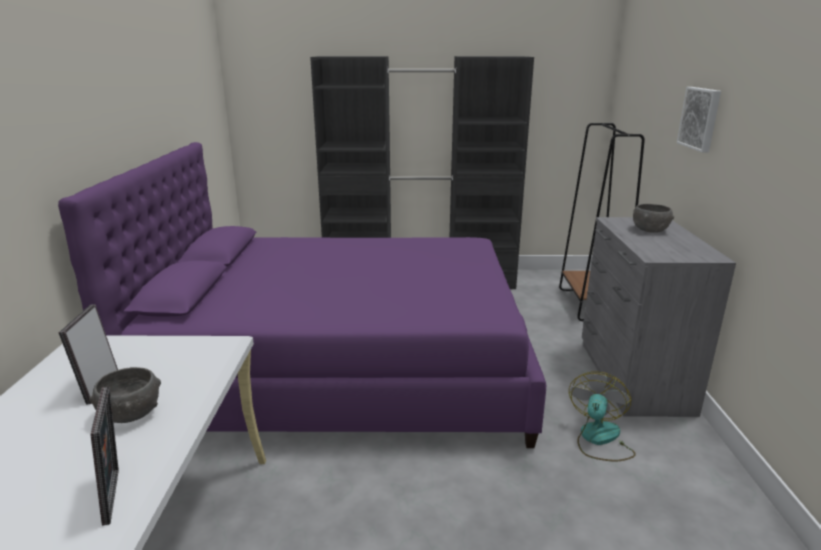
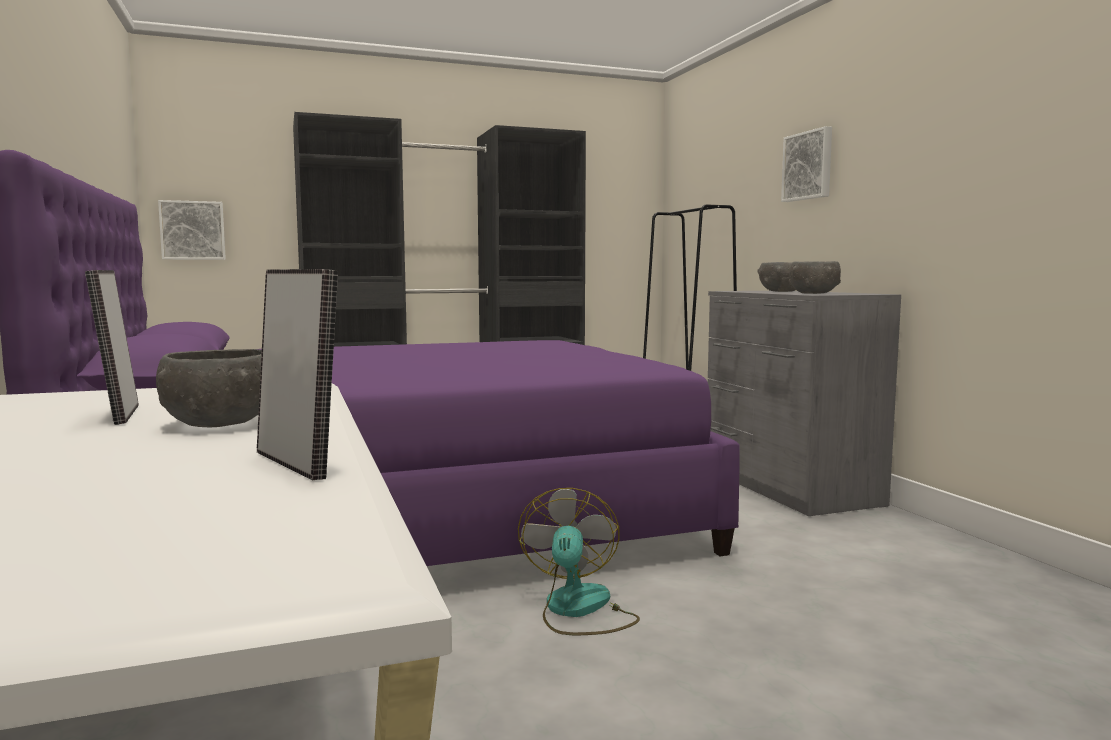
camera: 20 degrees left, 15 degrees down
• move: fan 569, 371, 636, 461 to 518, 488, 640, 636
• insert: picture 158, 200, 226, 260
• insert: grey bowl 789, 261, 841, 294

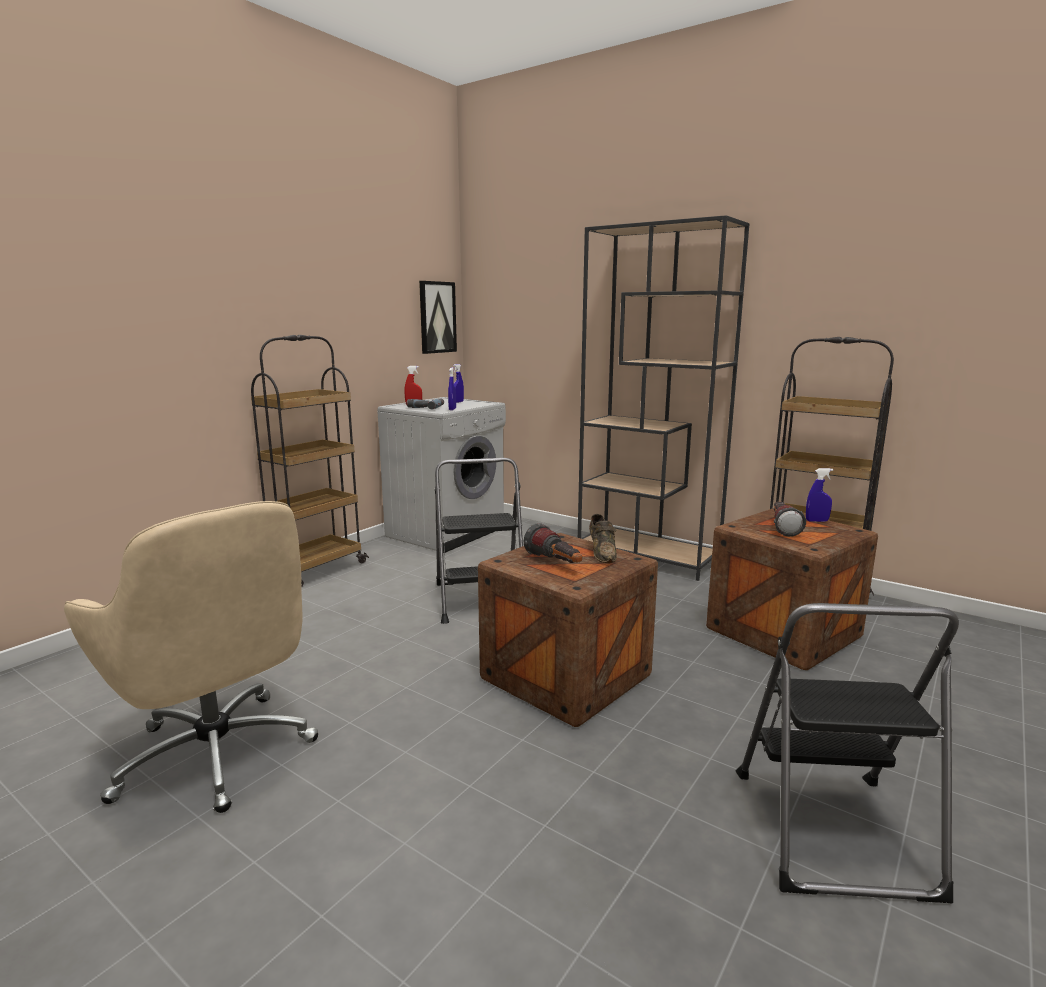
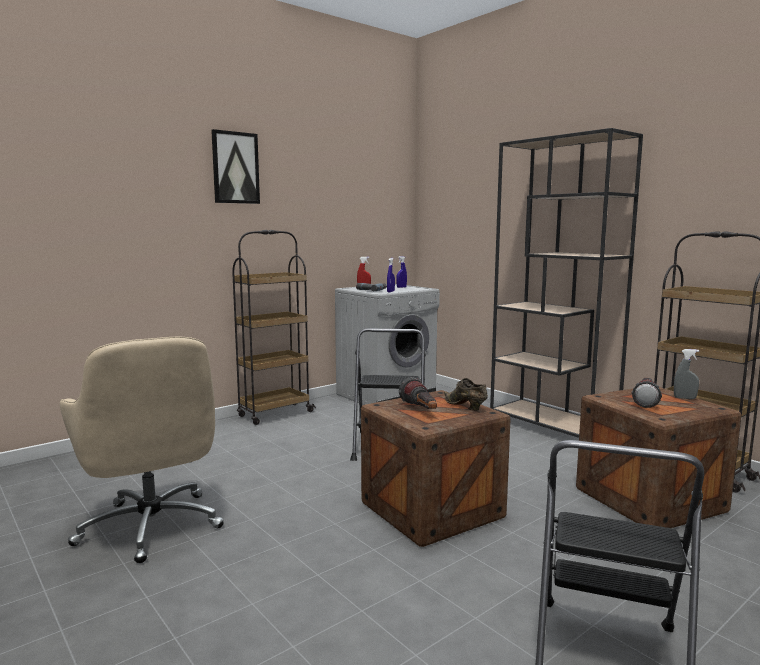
camera: 15 degrees right, 5 degrees down
• move: picture 419, 281, 457, 354 to 211, 129, 260, 204
• rotate: brown shoe 589, 514, 617, 563 = 444, 378, 488, 411 135 degrees clockwise
• recolor: blue spray bottle 806, 468, 833, 522 to grey spray bottle 674, 349, 699, 399

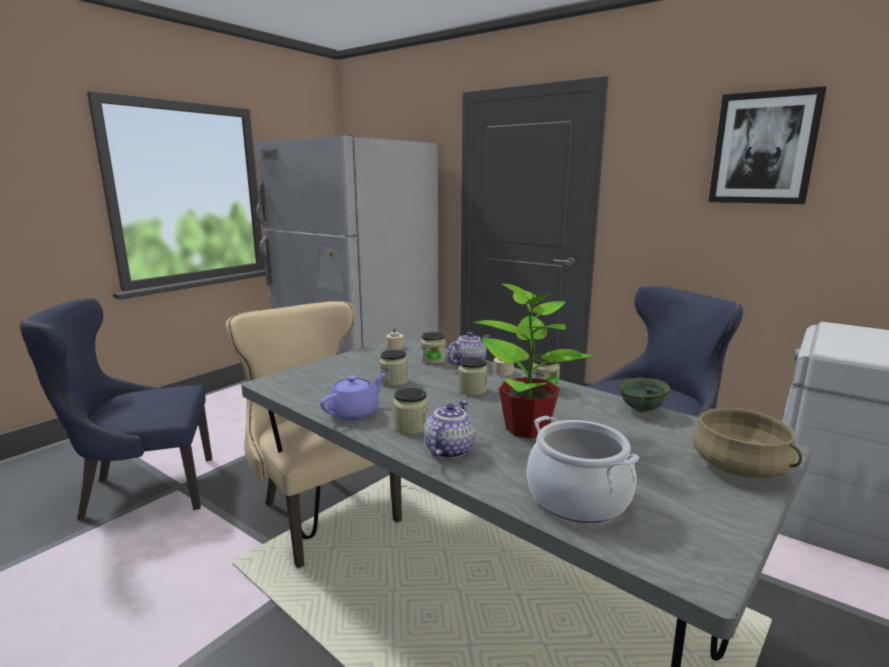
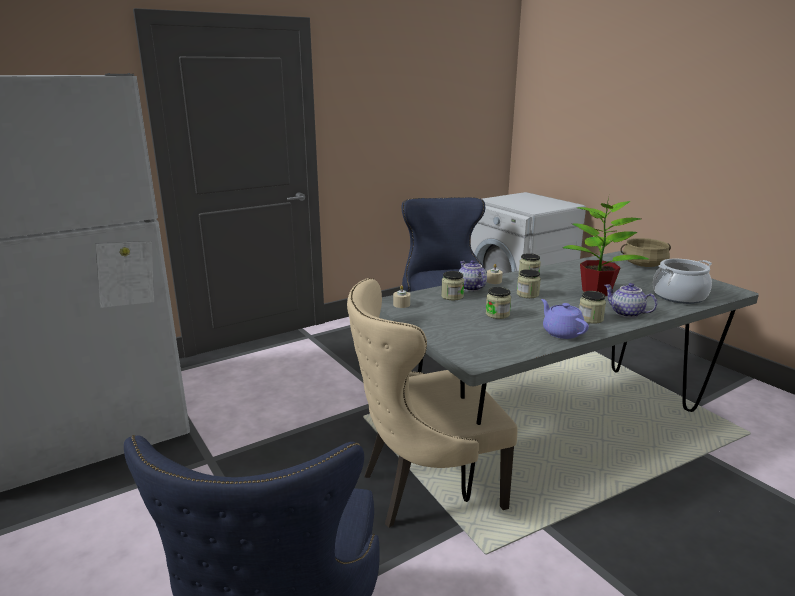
camera: 70 degrees left, 5 degrees up
• delete: green bowl 618, 378, 670, 413
• delete: picture 708, 86, 826, 204

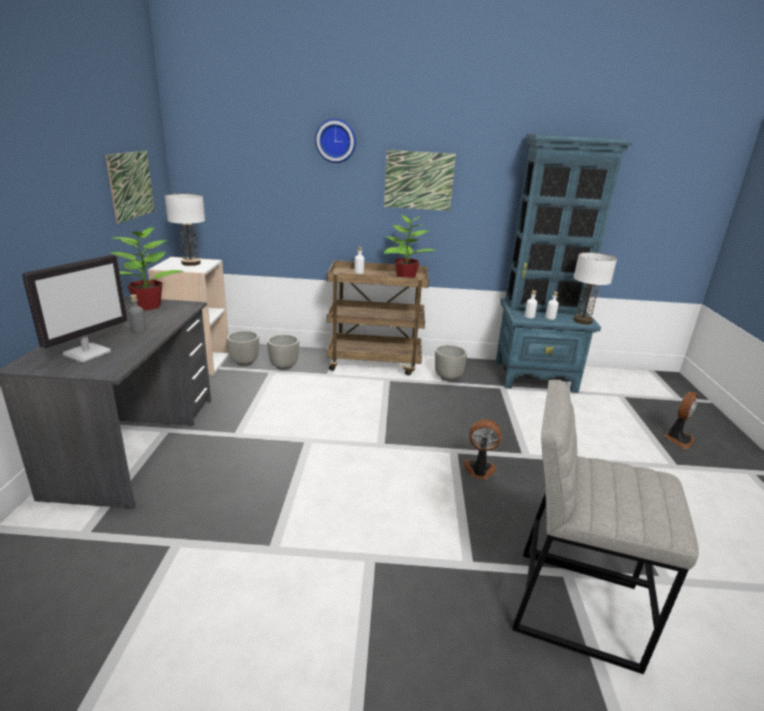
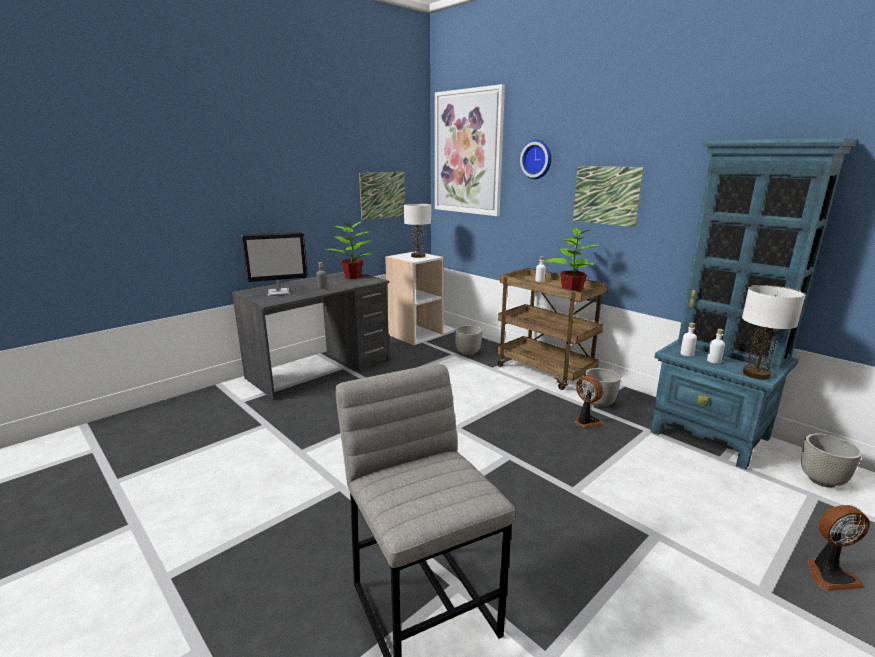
camera: 45 degrees right, 5 degrees down
• move: grey planter 227, 331, 259, 366 to 801, 433, 862, 488
• move: fan 463, 419, 501, 480 to 574, 375, 604, 427
• insert: picture 435, 84, 505, 216

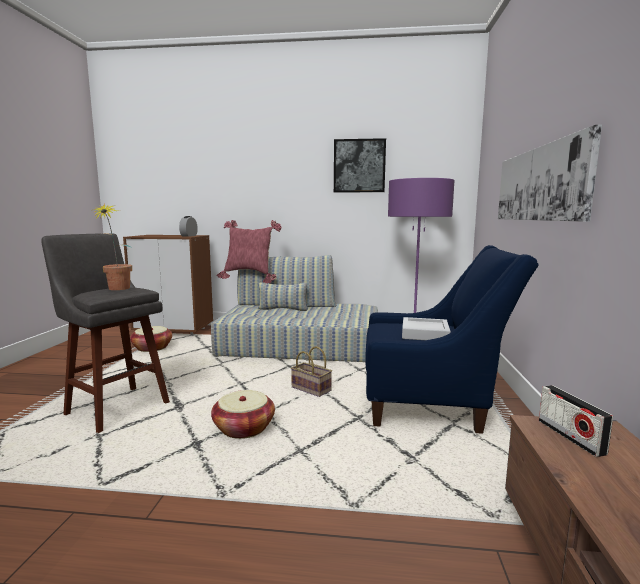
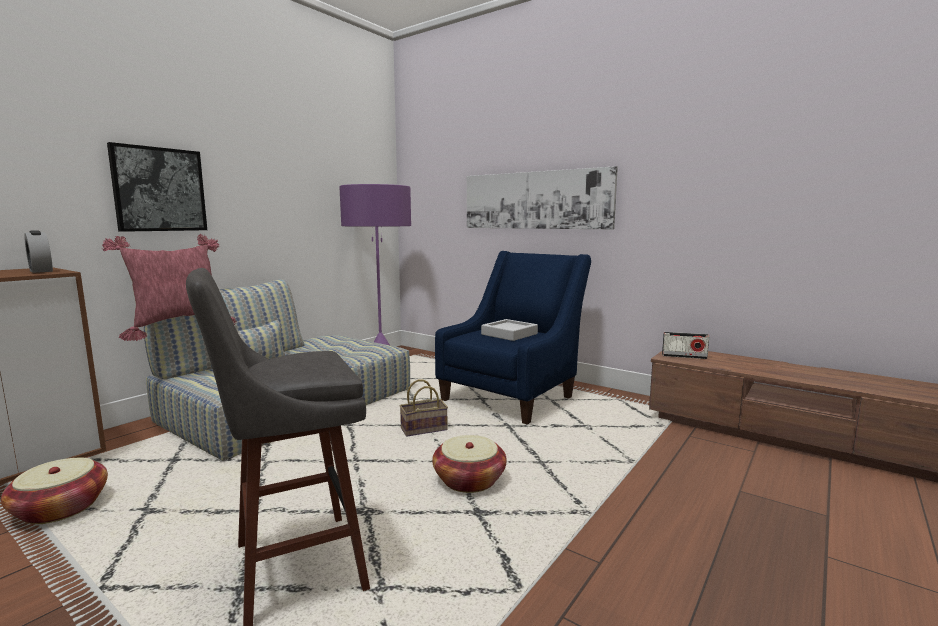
camera: 60 degrees left, 0 degrees up
• delete: potted plant 93, 203, 133, 290
• move: picture 334, 138, 386, 192 to 107, 142, 207, 232

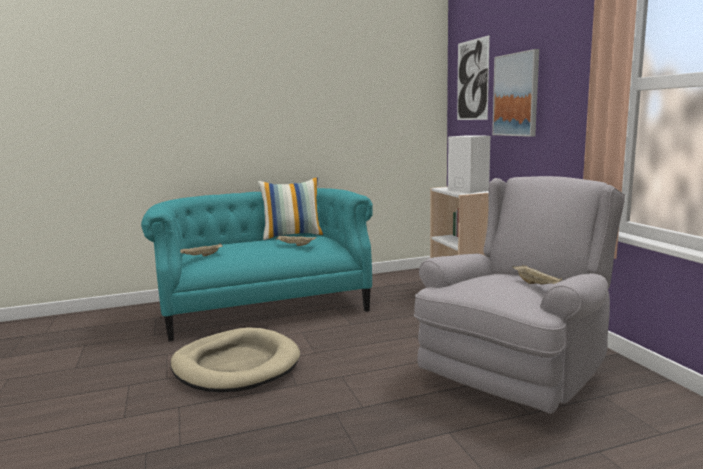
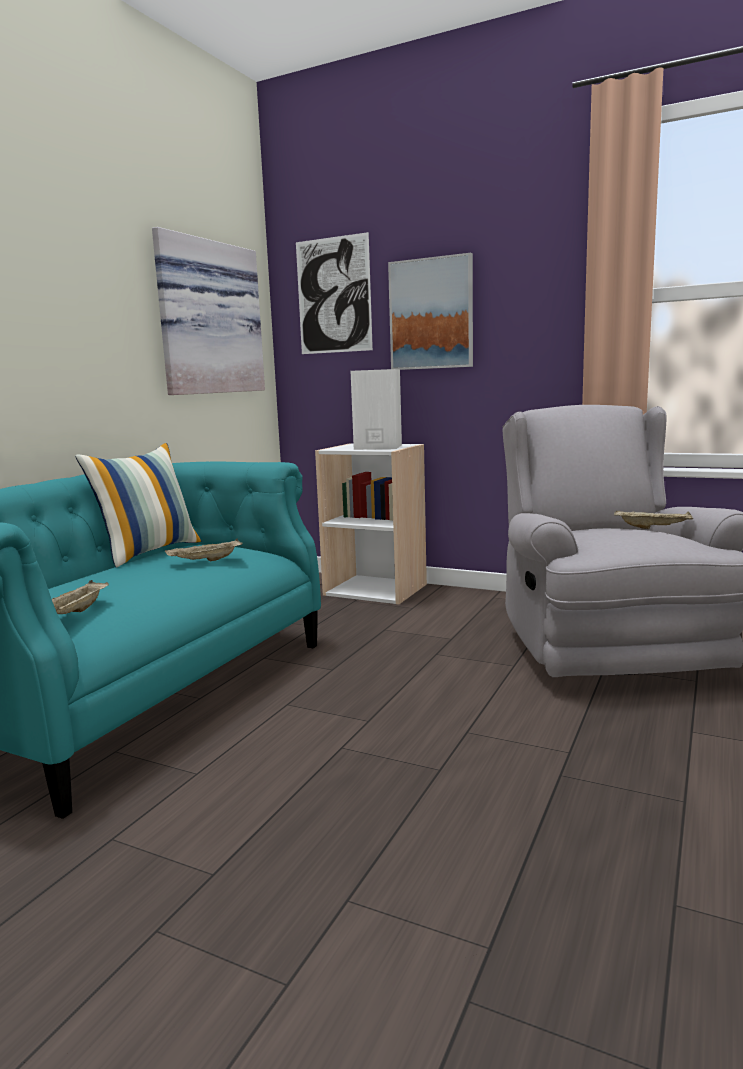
camera: 45 degrees left, 0 degrees up
• delete: beige dog bed 171, 327, 300, 392
• insert: picture 152, 227, 265, 395

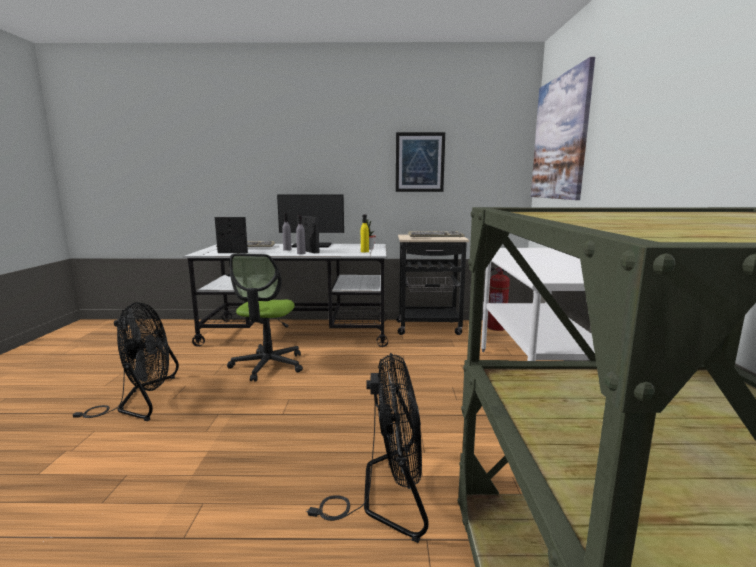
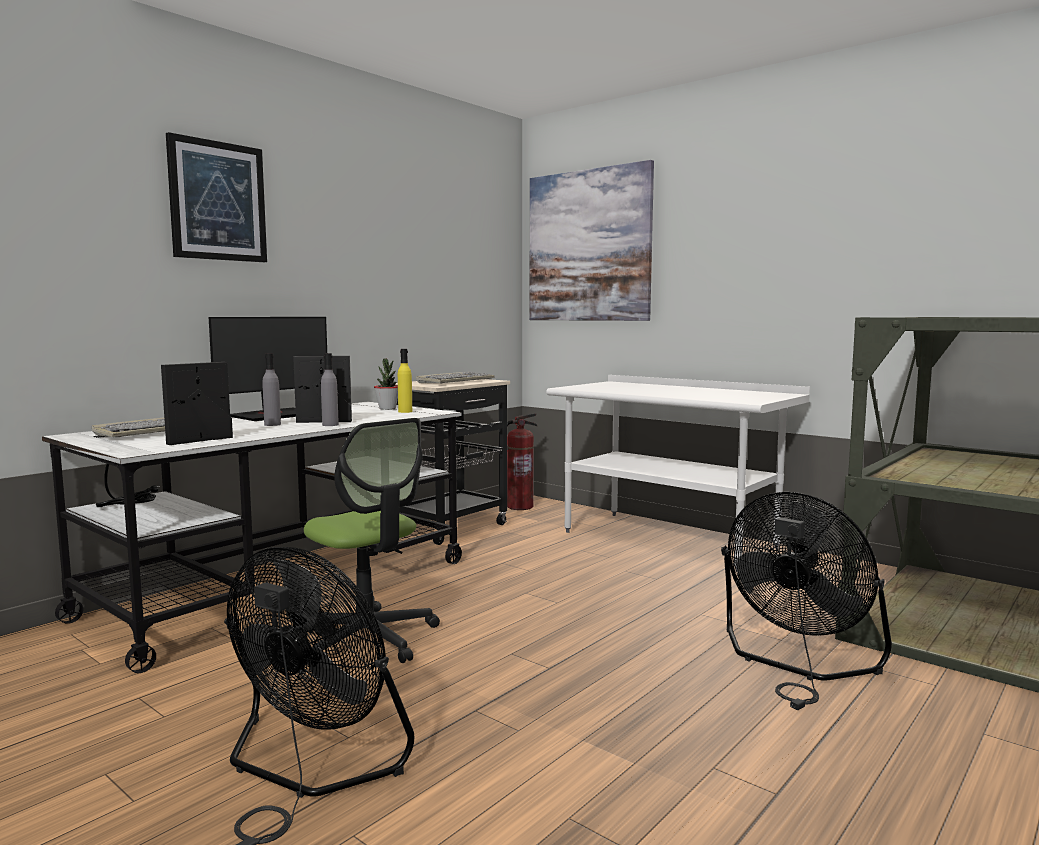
camera: 50 degrees left, 5 degrees down
• move: picture 396, 132, 445, 192 to 166, 132, 267, 262

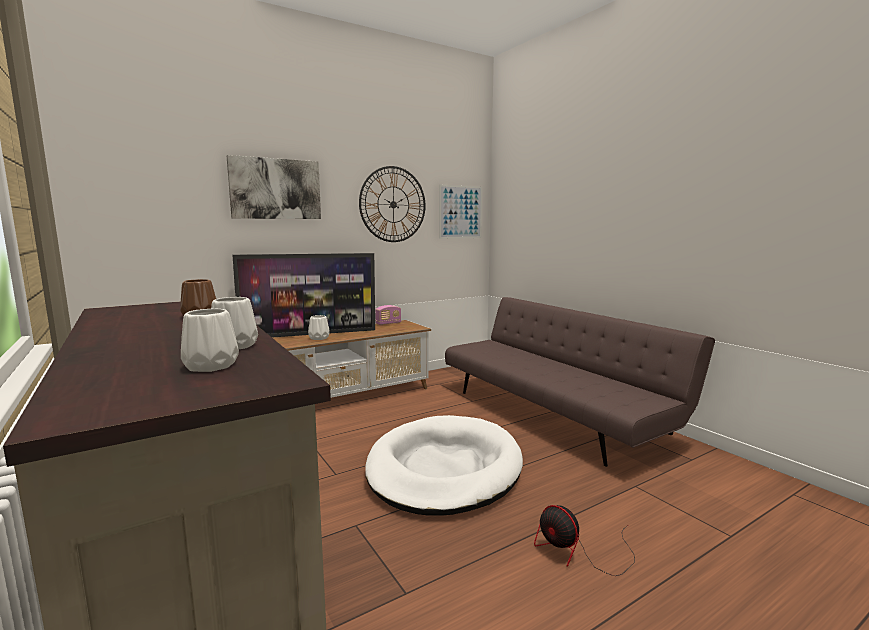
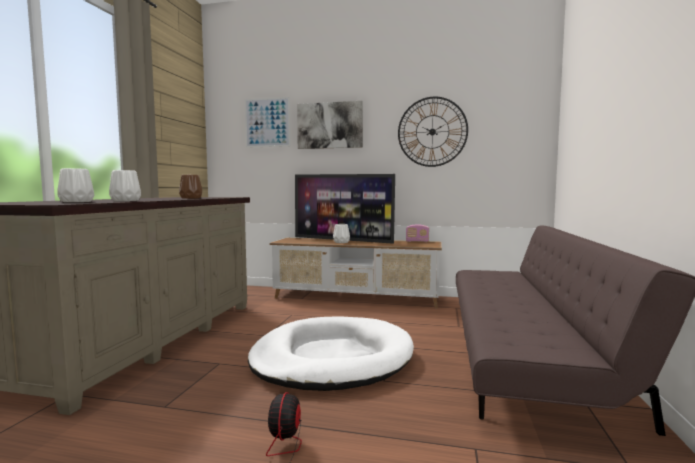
camera: 45 degrees right, 5 degrees down
• move: picture 439, 185, 482, 239 to 245, 97, 290, 148

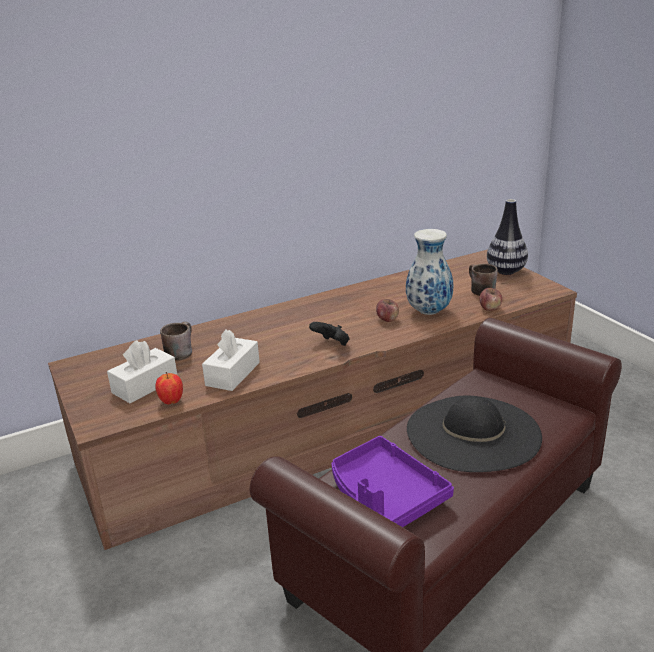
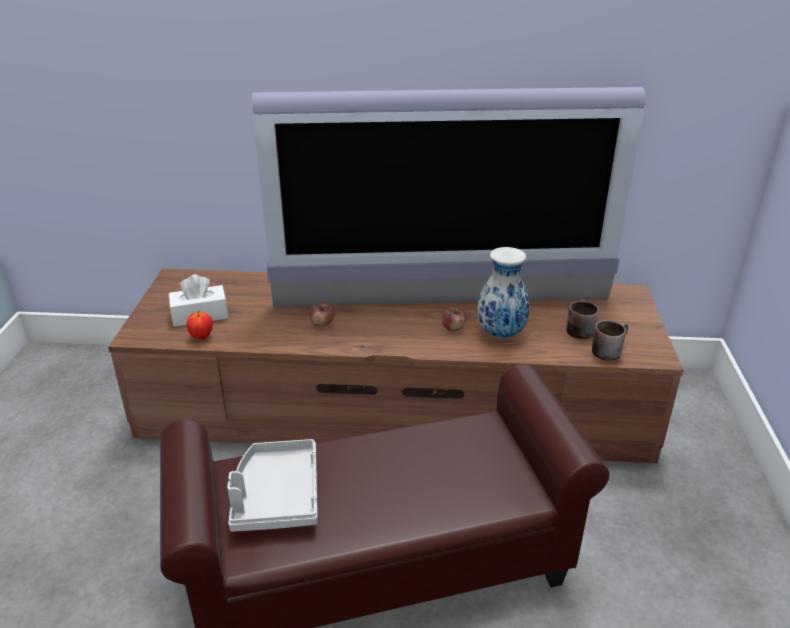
camera: 30 degrees right, 5 degrees up
• move: brown mug 160, 322, 192, 361 to 592, 320, 628, 361
• delete: white tissue box 202, 329, 260, 391
• delete: black game controller 309, 322, 350, 346
• recolor: purple tray 331, 436, 454, 527 to grey tray 227, 439, 317, 532
• delete: black hat 407, 396, 542, 472
• move: apple 479, 288, 502, 311 to 310, 302, 335, 327
• delete: vase 487, 199, 528, 275
• insert: television 252, 87, 645, 307

